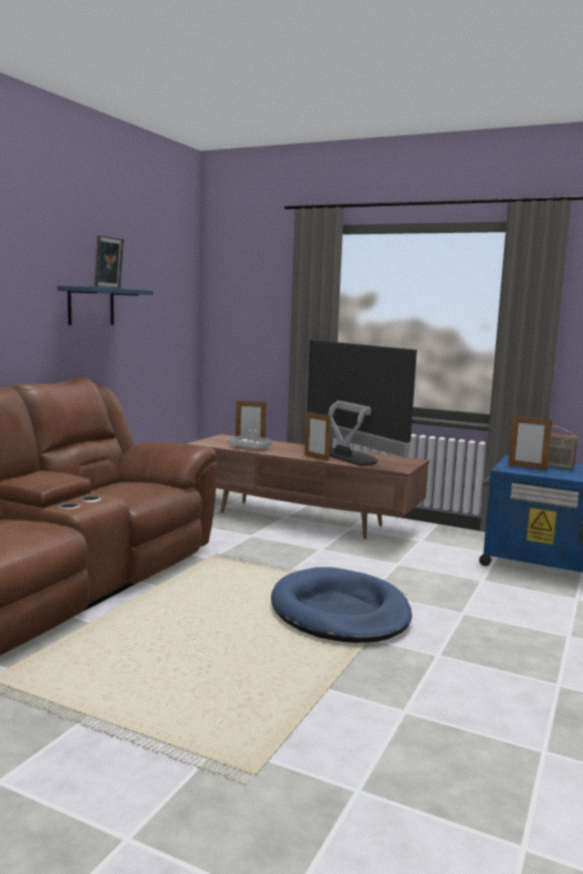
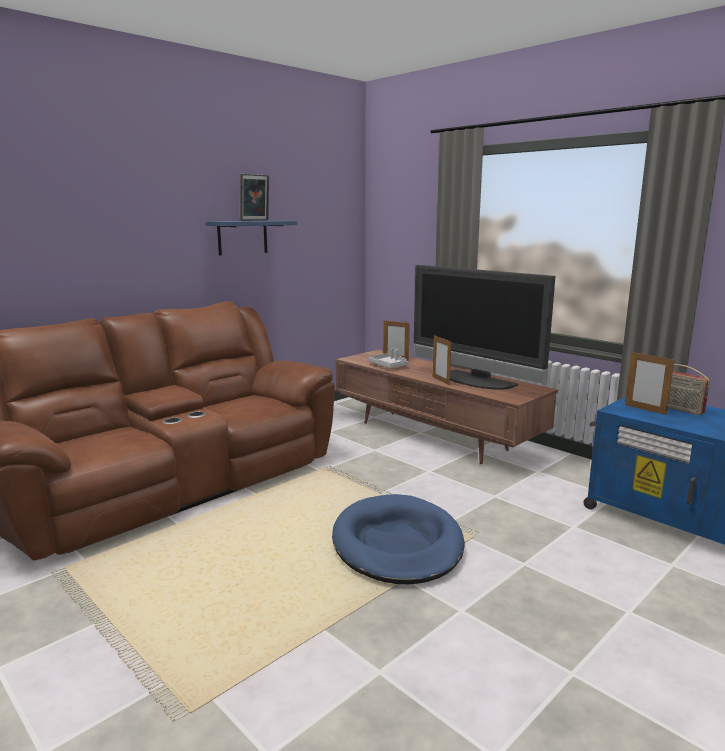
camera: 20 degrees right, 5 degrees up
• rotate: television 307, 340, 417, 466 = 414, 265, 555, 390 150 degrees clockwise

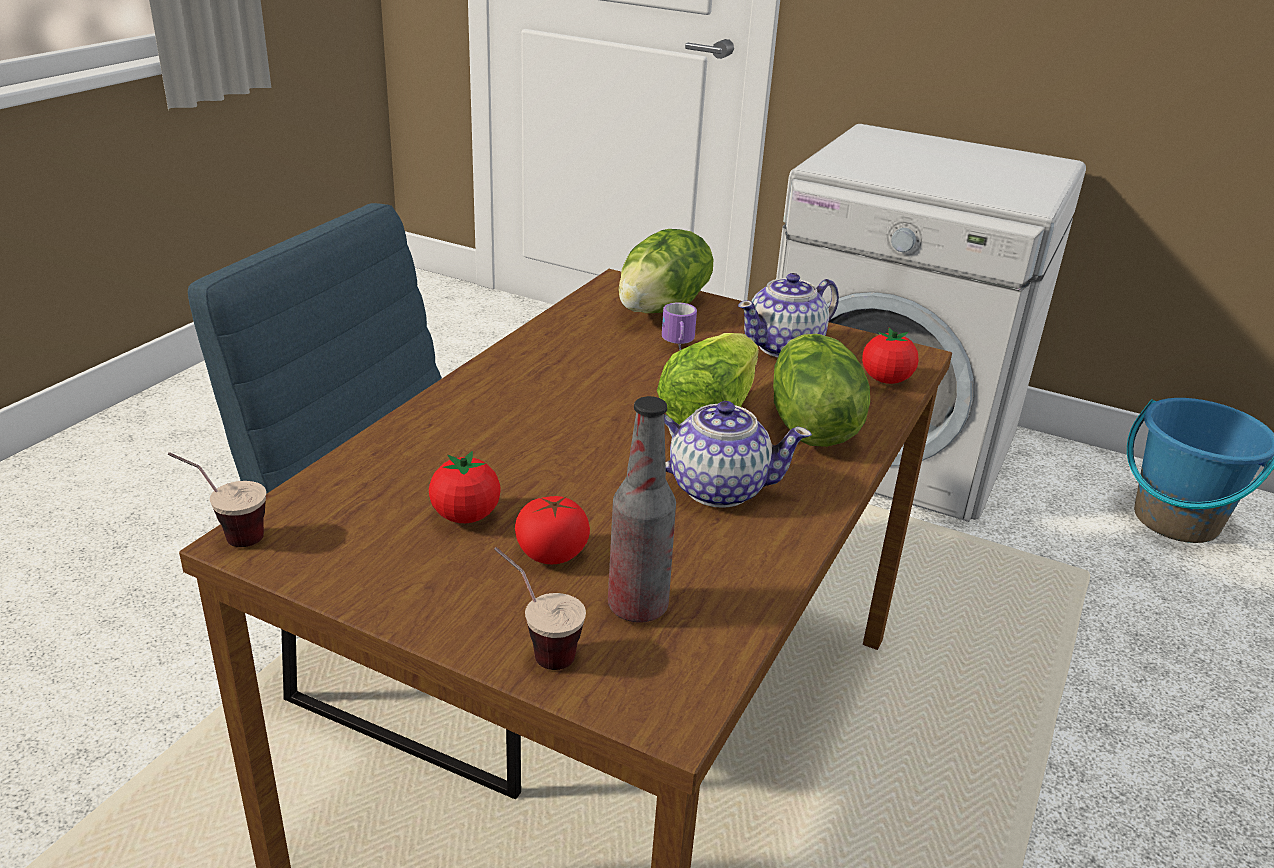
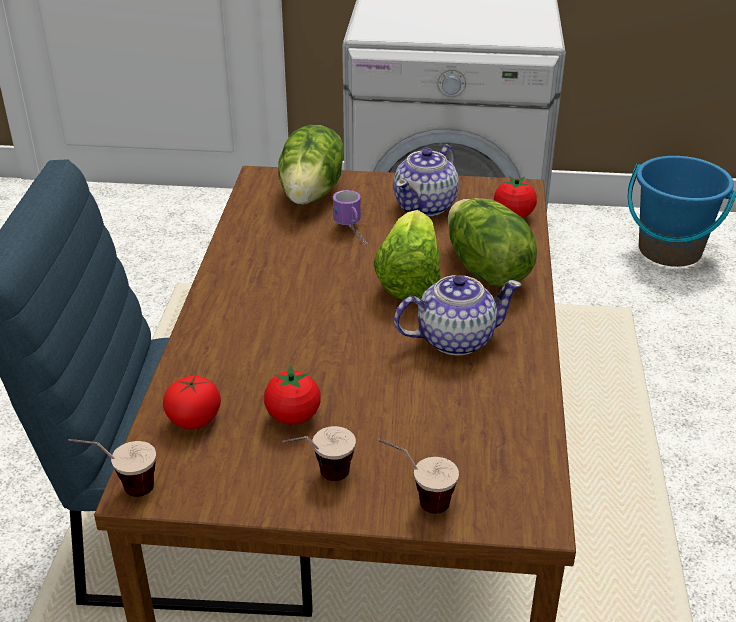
camera: 20 degrees left, 5 degrees up
• move: tomato 515, 496, 590, 564 to 163, 375, 221, 429
• delete: bottle 608, 396, 676, 623
• insert: cup 282, 426, 356, 481

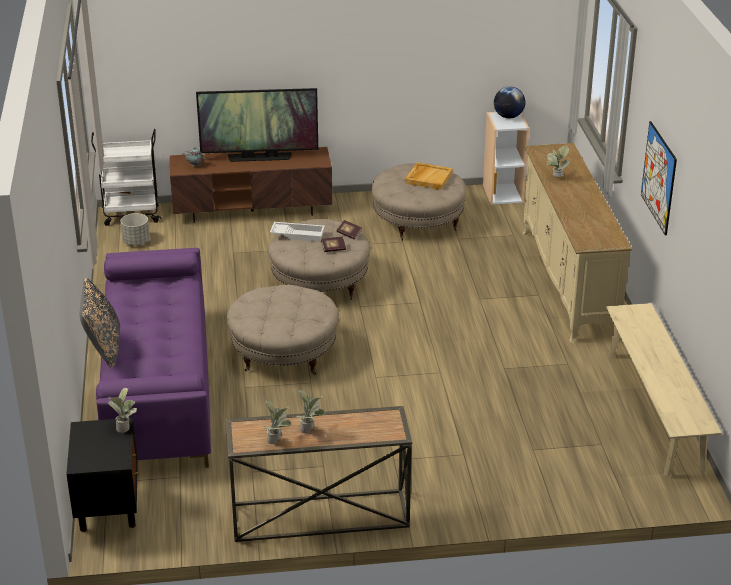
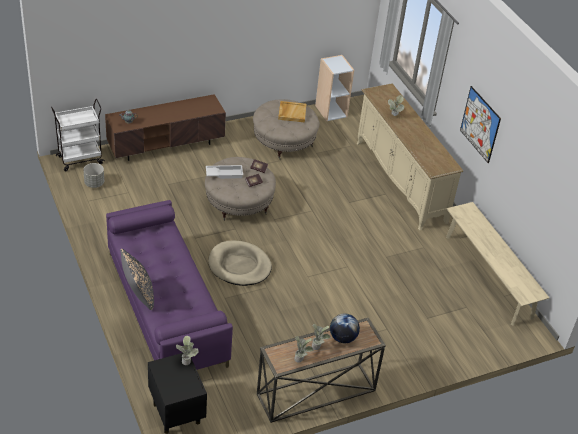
camera: 20 degrees left, 10 degrees up
• delete: television 196, 88, 318, 162
• replace: beige ottoman 227, 285, 339, 375 to beige dog bed 208, 240, 272, 286
• move: globe 494, 87, 525, 118 to 330, 314, 360, 343

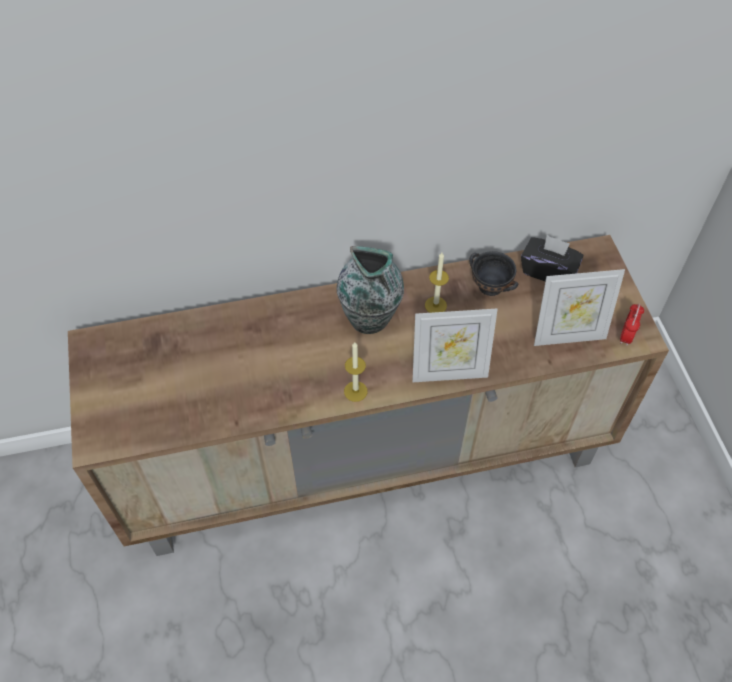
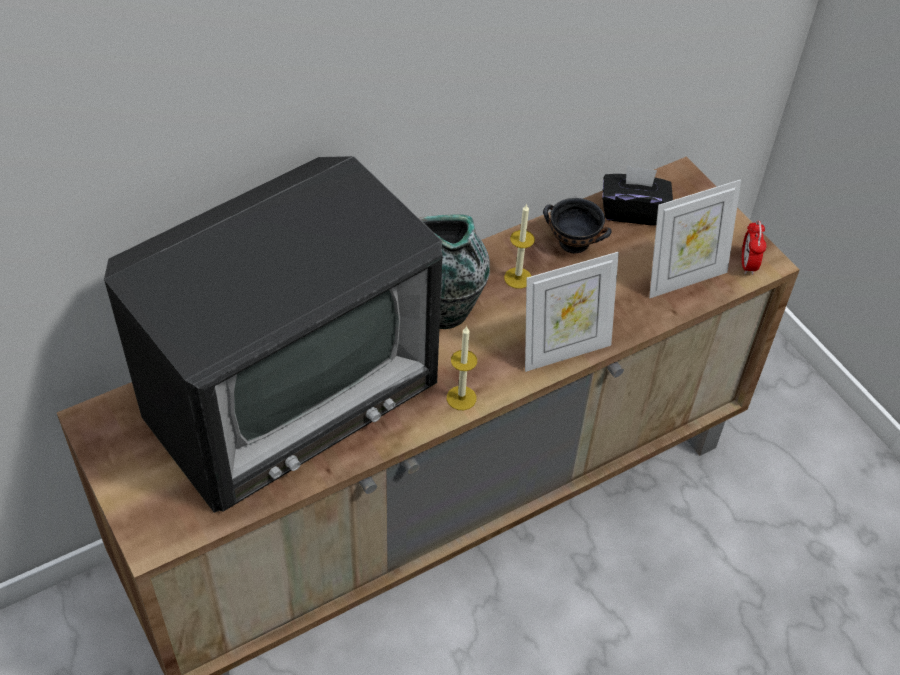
camera: 20 degrees left, 5 degrees down
• insert: television 104, 156, 443, 513

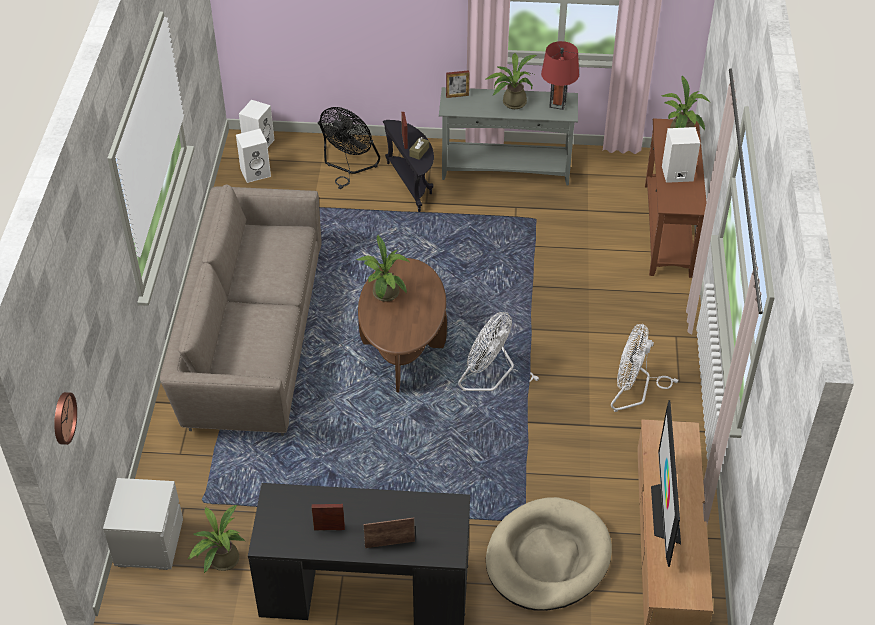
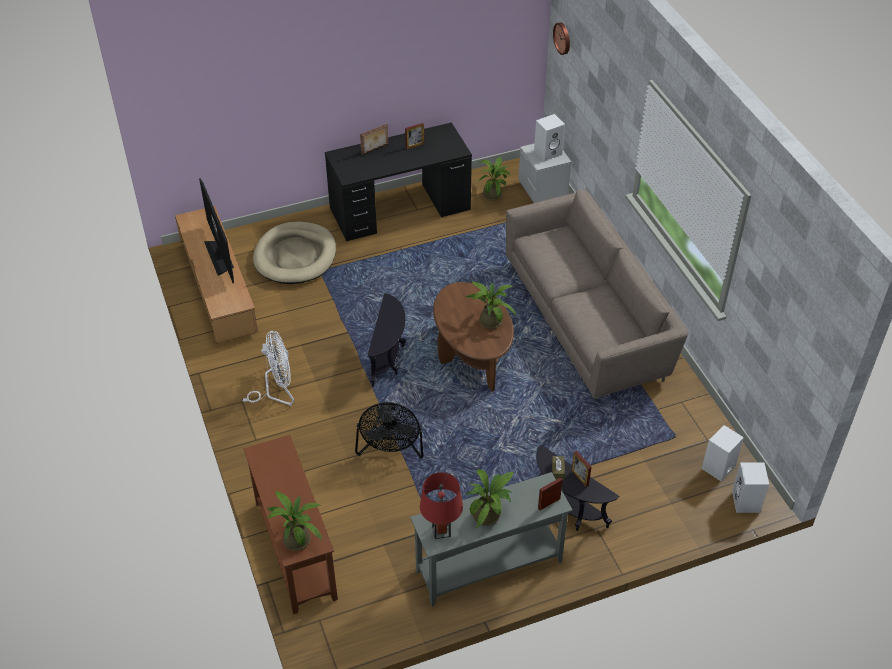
camera: 155 degrees right, 0 degrees up
• move: black fan 318, 107, 380, 190 to 355, 402, 424, 459
• replace: white fan 458, 312, 539, 391 to black side table 367, 293, 406, 386
• move: white speaker 662, 127, 700, 183 to 534, 114, 565, 162

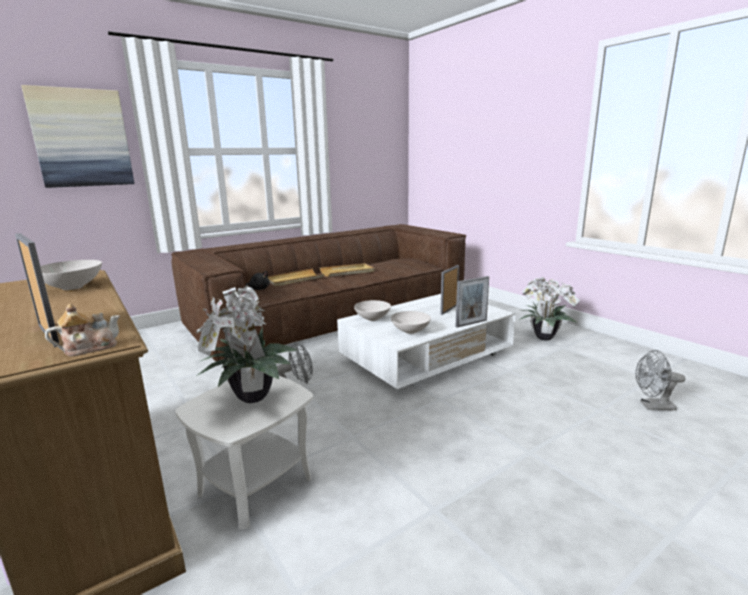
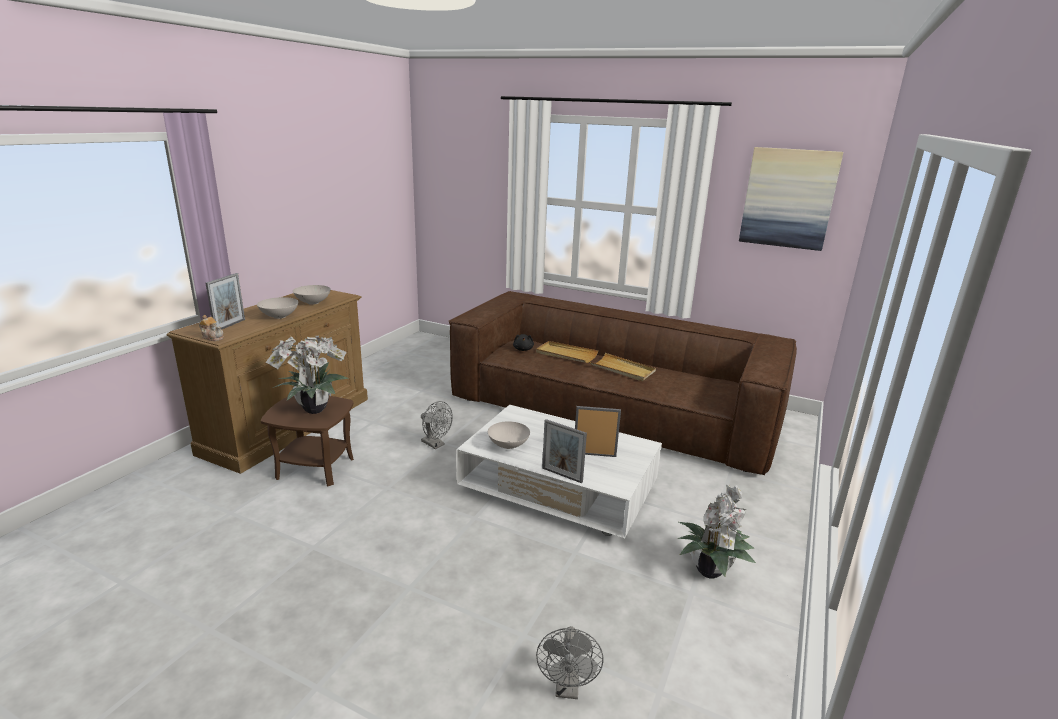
camera: 60 degrees right, 5 degrees up
• move: picture 21, 85, 134, 188 to 739, 147, 843, 251
• recolor: white side table 175, 376, 313, 529 to brown side table 261, 396, 354, 486
• move: white bowl 354, 300, 391, 321 to 257, 297, 298, 319
• rotate: grey fan 635, 350, 685, 410 = 536, 626, 604, 699 150 degrees counterclockwise

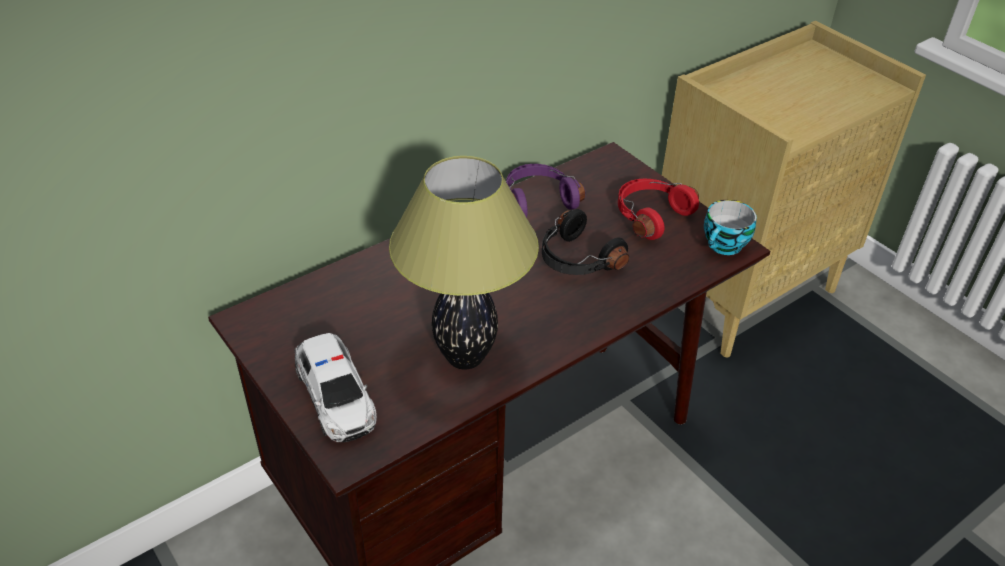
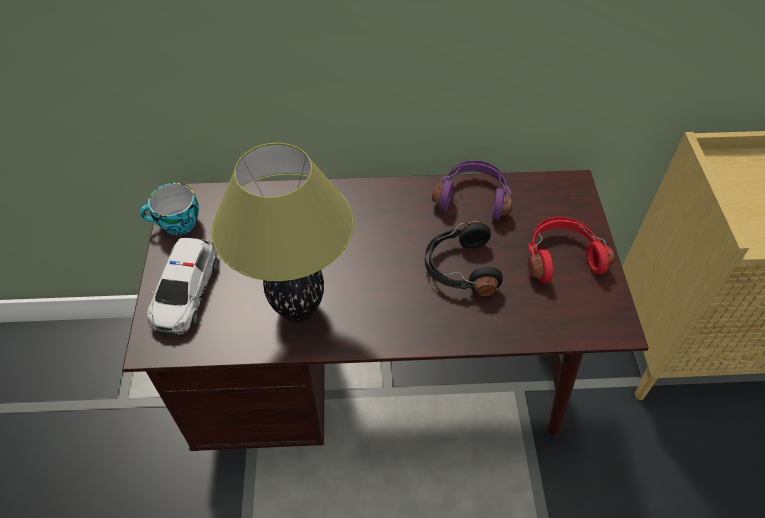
camera: 35 degrees right, 10 degrees up
• move: cup 704, 200, 757, 255 to 140, 183, 199, 235

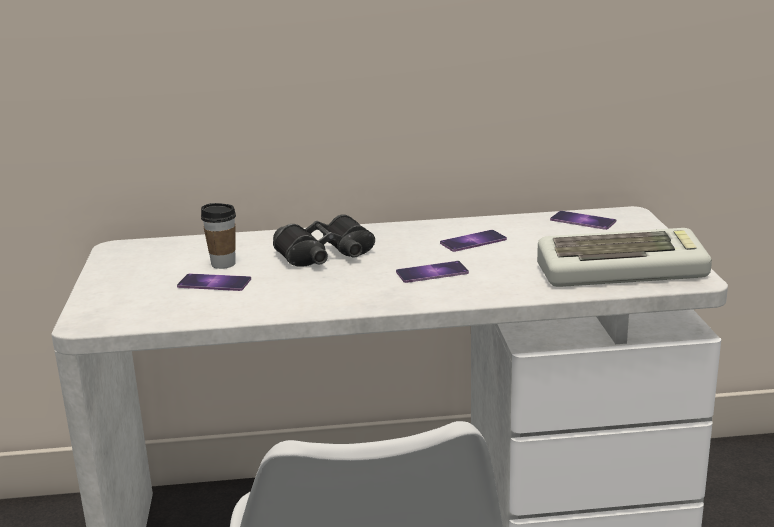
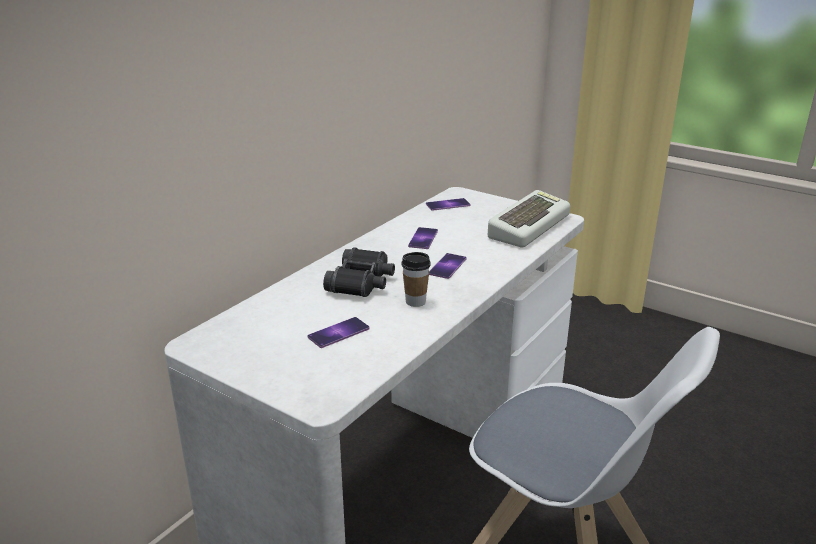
camera: 50 degrees left, 5 degrees up
• move: cup 201, 203, 236, 269 to 401, 252, 431, 307

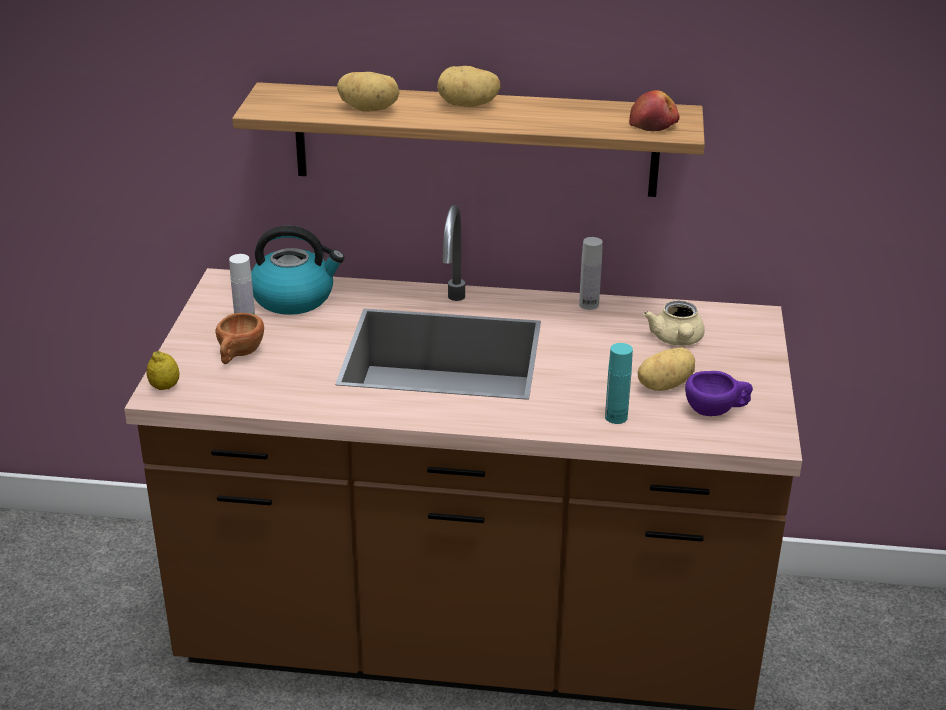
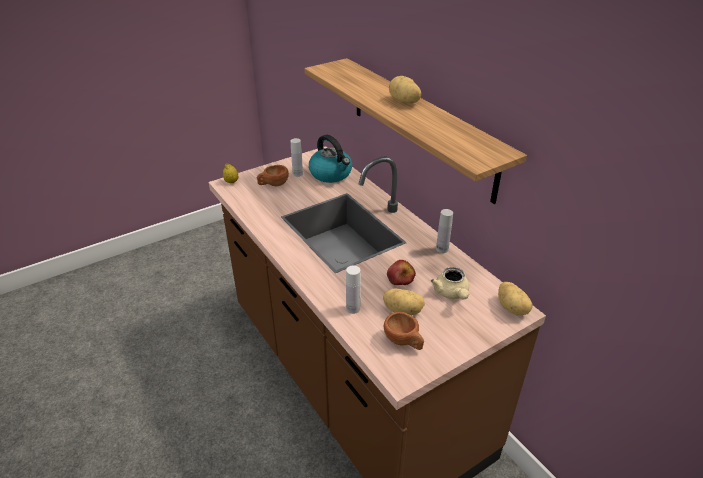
camera: 50 degrees right, 5 degrees up
• move: potato 337, 72, 400, 111 to 498, 282, 533, 315
• recolor: turquoise bottle 605, 343, 633, 424 to white bottle 346, 265, 361, 314
• move: apple 629, 90, 679, 131 to 387, 260, 416, 285
• rotate: beige teapot 643, 300, 705, 346 = 431, 267, 469, 300 60 degrees counterclockwise
• recolor: purple cup 685, 371, 753, 416 to brown cup 384, 312, 424, 350

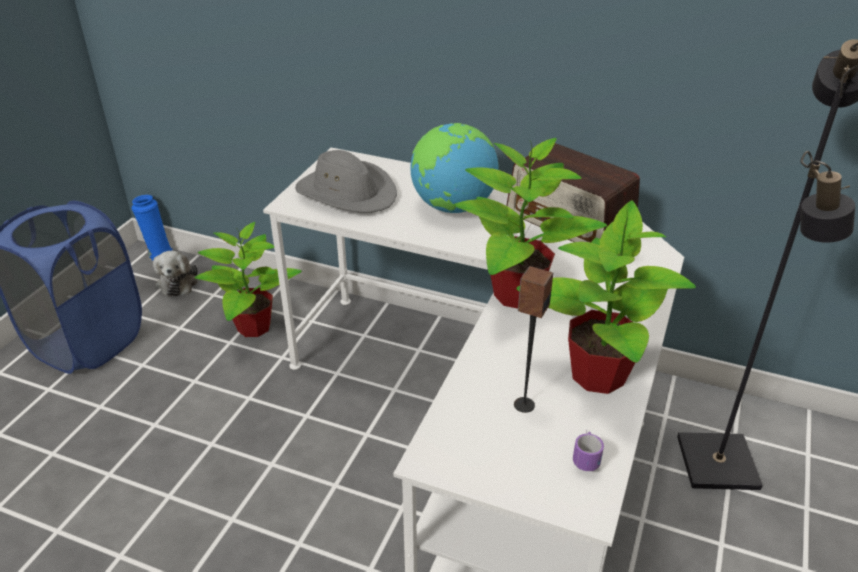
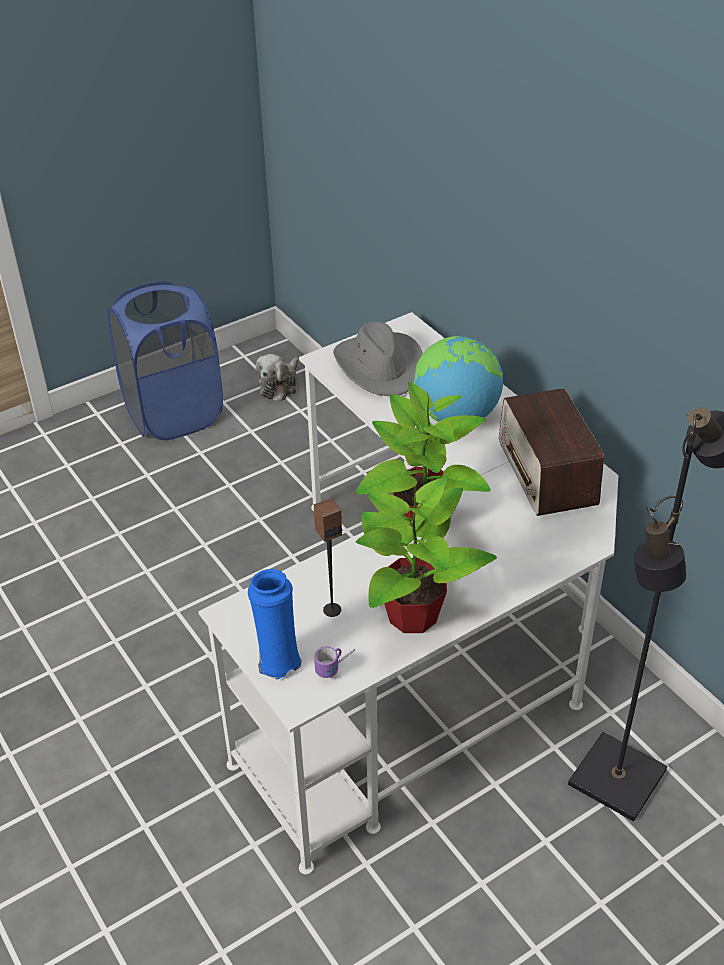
camera: 35 degrees right, 5 degrees up
• move: blue vase 132, 195, 173, 261 to 248, 569, 302, 679
• delete: potted plant 195, 222, 302, 337

